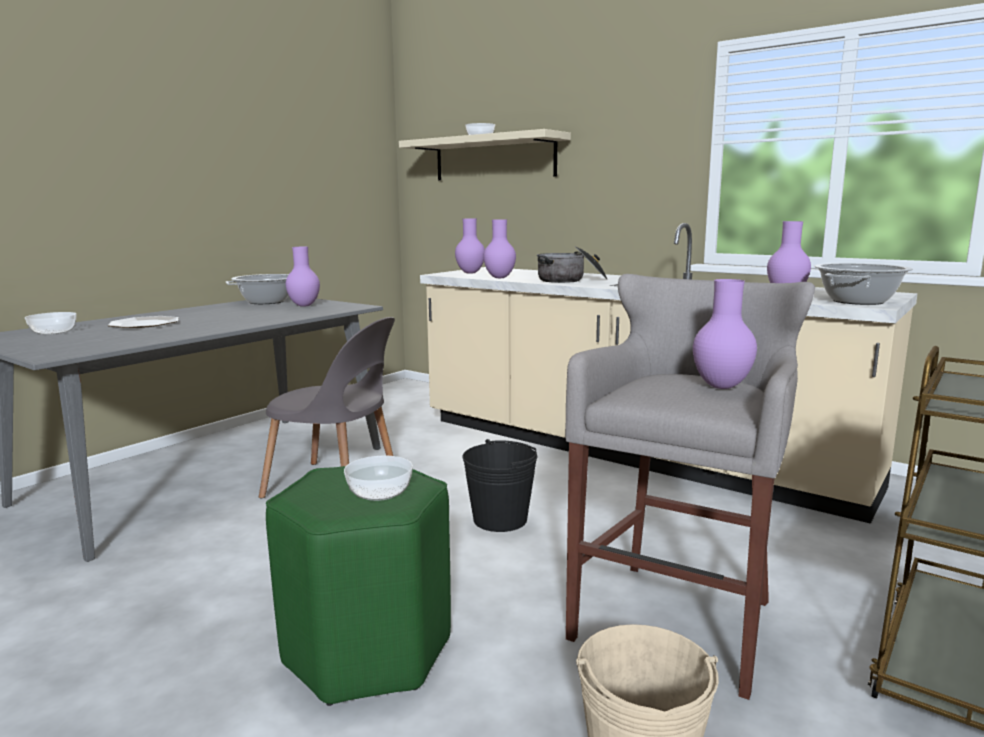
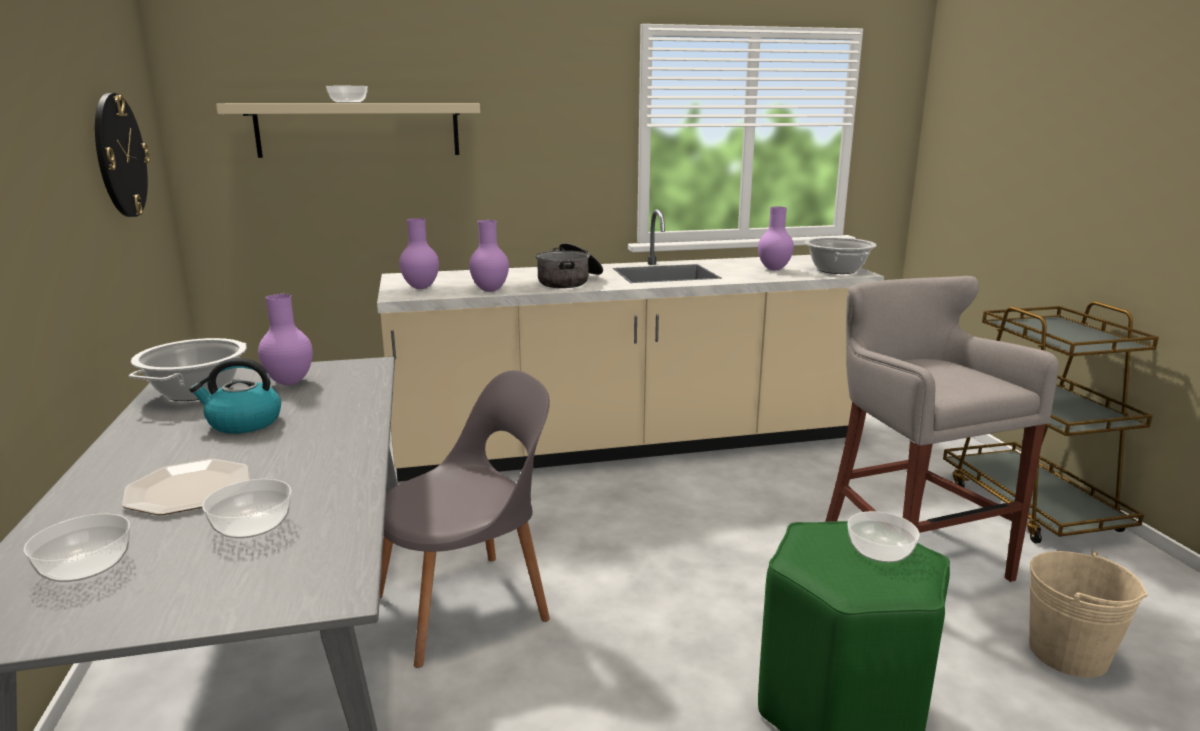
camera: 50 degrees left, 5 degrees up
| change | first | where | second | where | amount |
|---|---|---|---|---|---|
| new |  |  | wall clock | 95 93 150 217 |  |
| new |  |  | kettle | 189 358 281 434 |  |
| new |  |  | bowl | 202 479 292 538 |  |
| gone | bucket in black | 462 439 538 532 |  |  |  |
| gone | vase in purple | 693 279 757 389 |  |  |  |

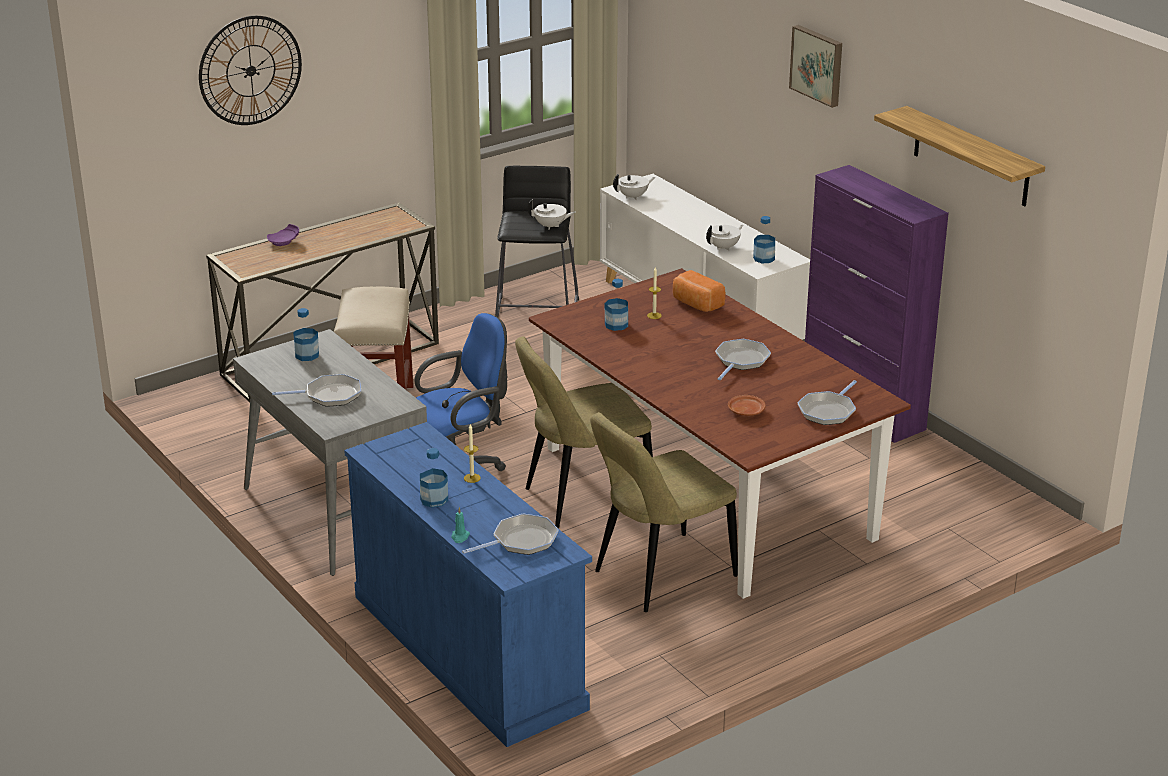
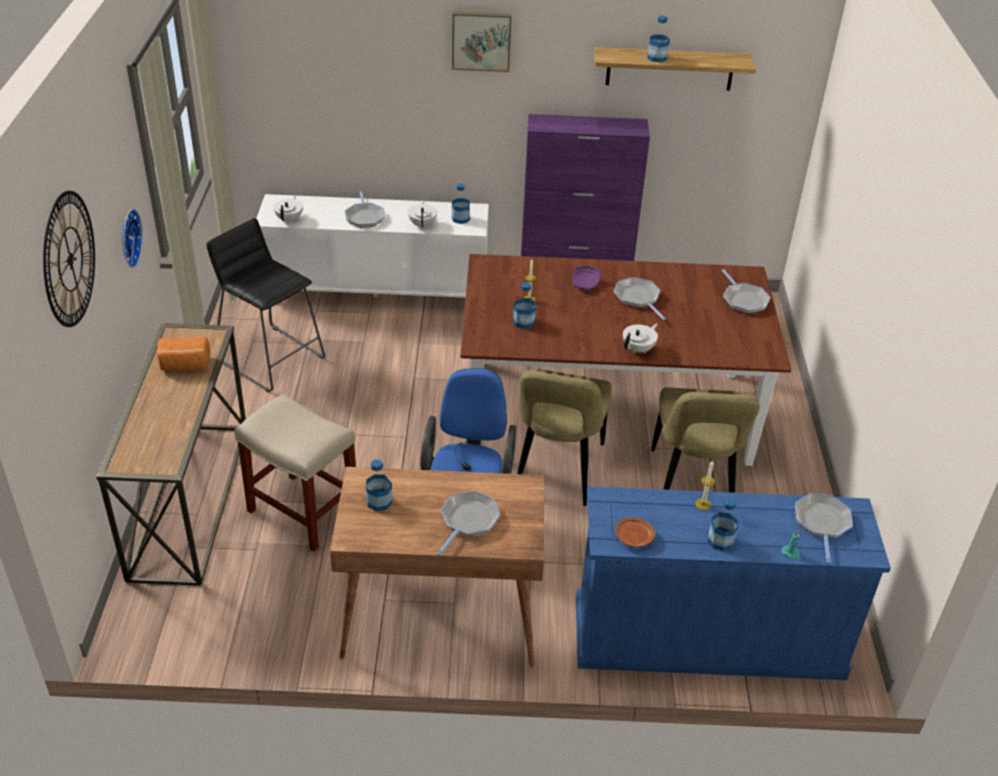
camera: 55 degrees left, 10 degrees up
| change | first | where | second | where | amount |
|---|---|---|---|---|---|
| new |  |  | wall clock | 122 209 143 268 |  |
| shifted | bread | 673 270 725 312 |  | 157 337 210 371 |  |
| repainted | desk in grey | 233 329 427 576 | desk in brown | 330 467 544 668 |  |
| new |  |  | frying pan | 345 191 385 228 |  |
| shifted | plate in purple | 267 224 299 246 |  | 573 266 601 291 |  |
| shifted | plate in brown | 728 395 766 416 |  | 615 517 655 547 |  |
| shifted | teapot in white | 527 199 575 230 |  | 623 323 658 354 |  |
| new |  |  | bottle | 647 16 670 63 |  |

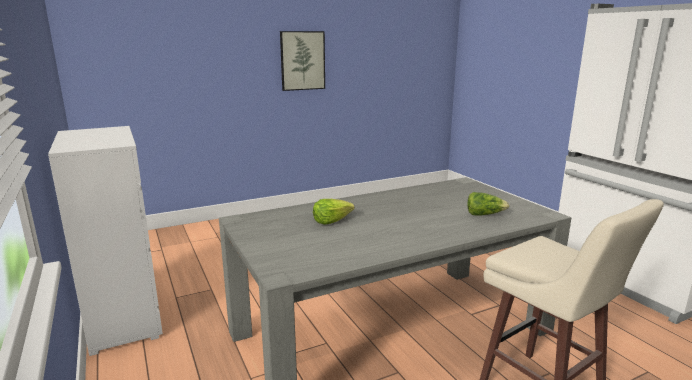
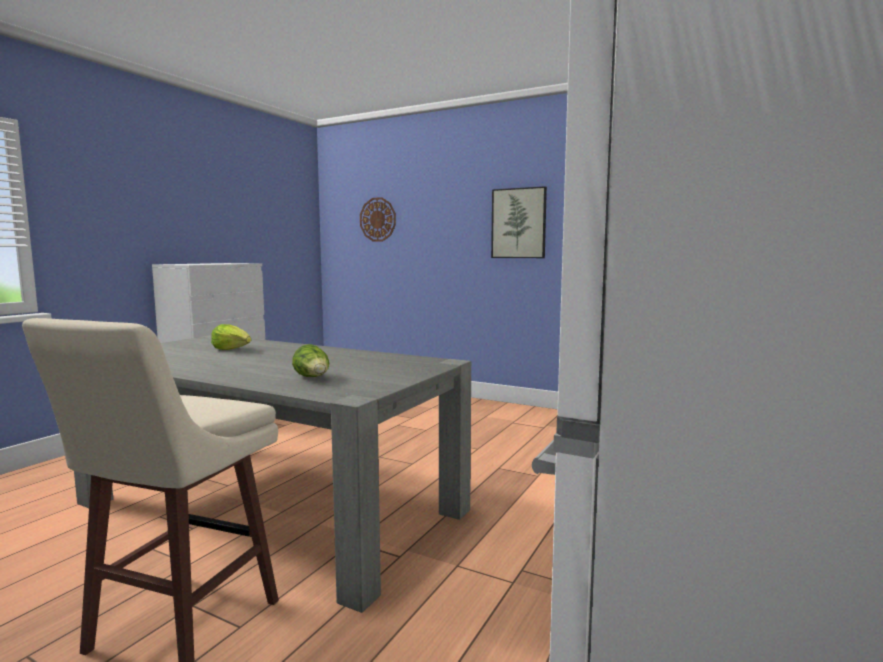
camera: 55 degrees right, 10 degrees down
| change | first | where | second | where | amount |
|---|---|---|---|---|---|
| new |  |  | wall clock | 360 197 396 242 |  |

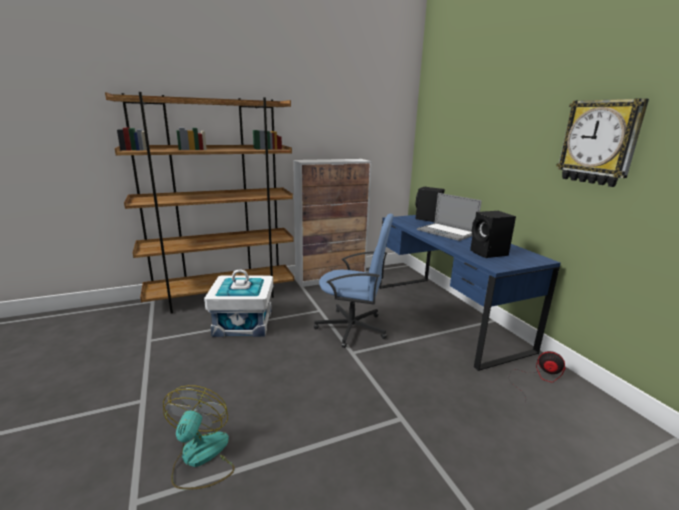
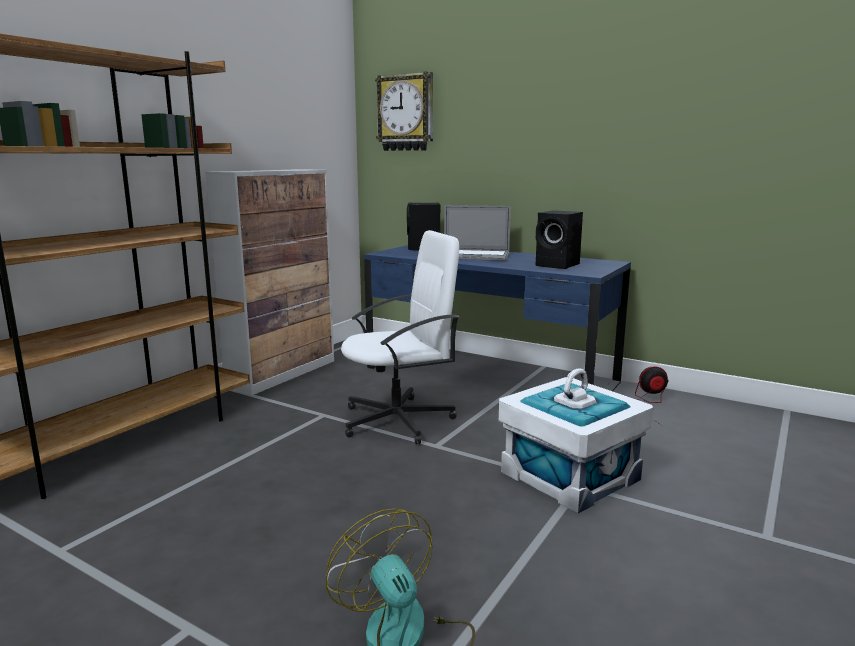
camera: 35 degrees left, 5 degrees down
| change | first | where | second | where | amount |
|---|---|---|---|---|---|
| repainted | office chair in blue | 314 214 394 348 | office chair in white | 341 230 459 444 |  |
| shifted | wall clock | 556 98 649 187 |  | 375 72 433 151 |  |
| shifted | storage box in white | 204 269 273 337 |  | 499 368 653 513 |  |

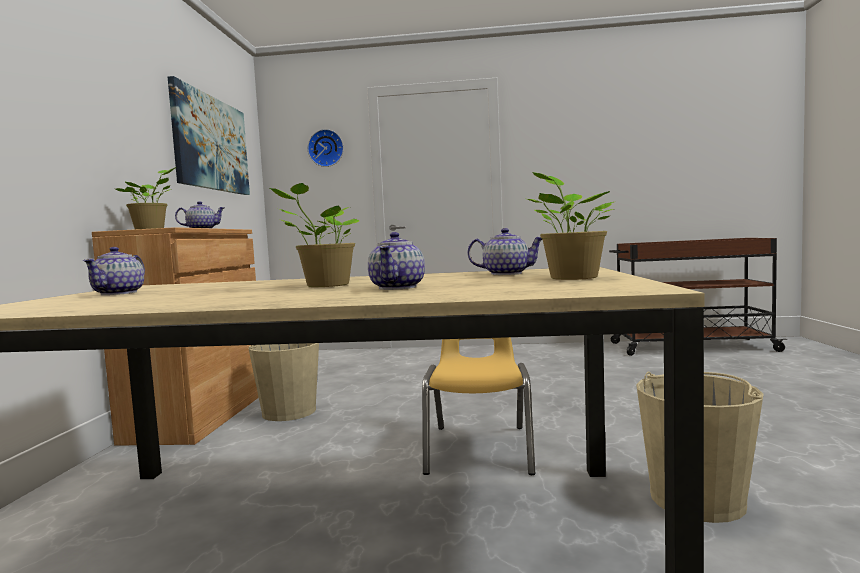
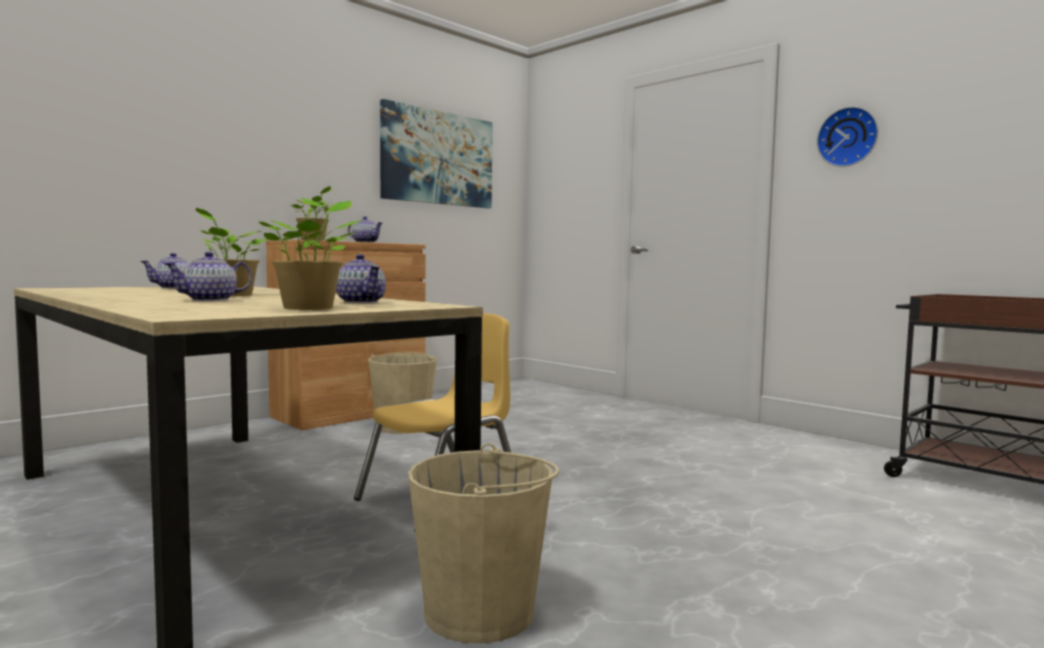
camera: 40 degrees right, 0 degrees up
| change | first | where | second | where | amount |
|---|---|---|---|---|---|
| shifted | wall clock | 308 129 344 167 |  | 817 106 878 167 |  |

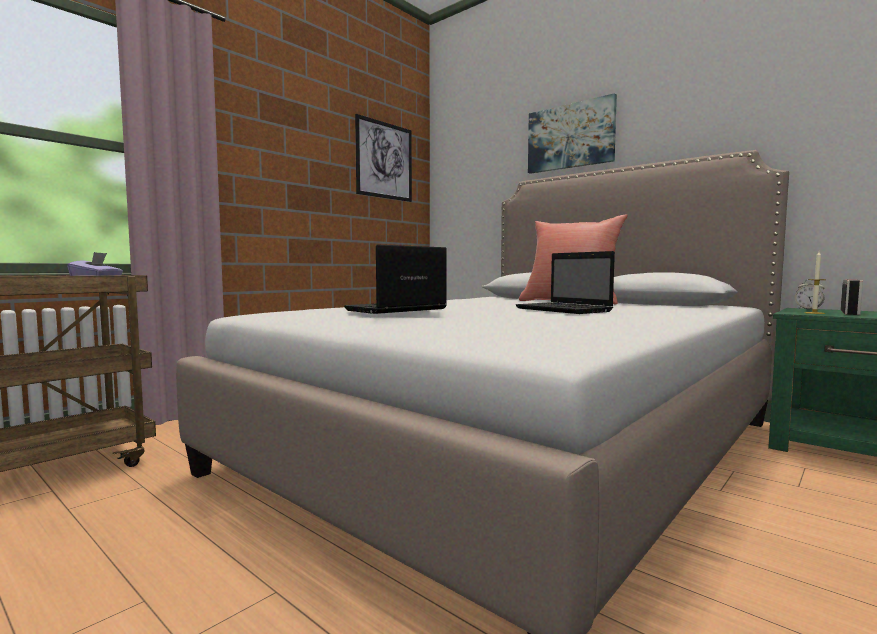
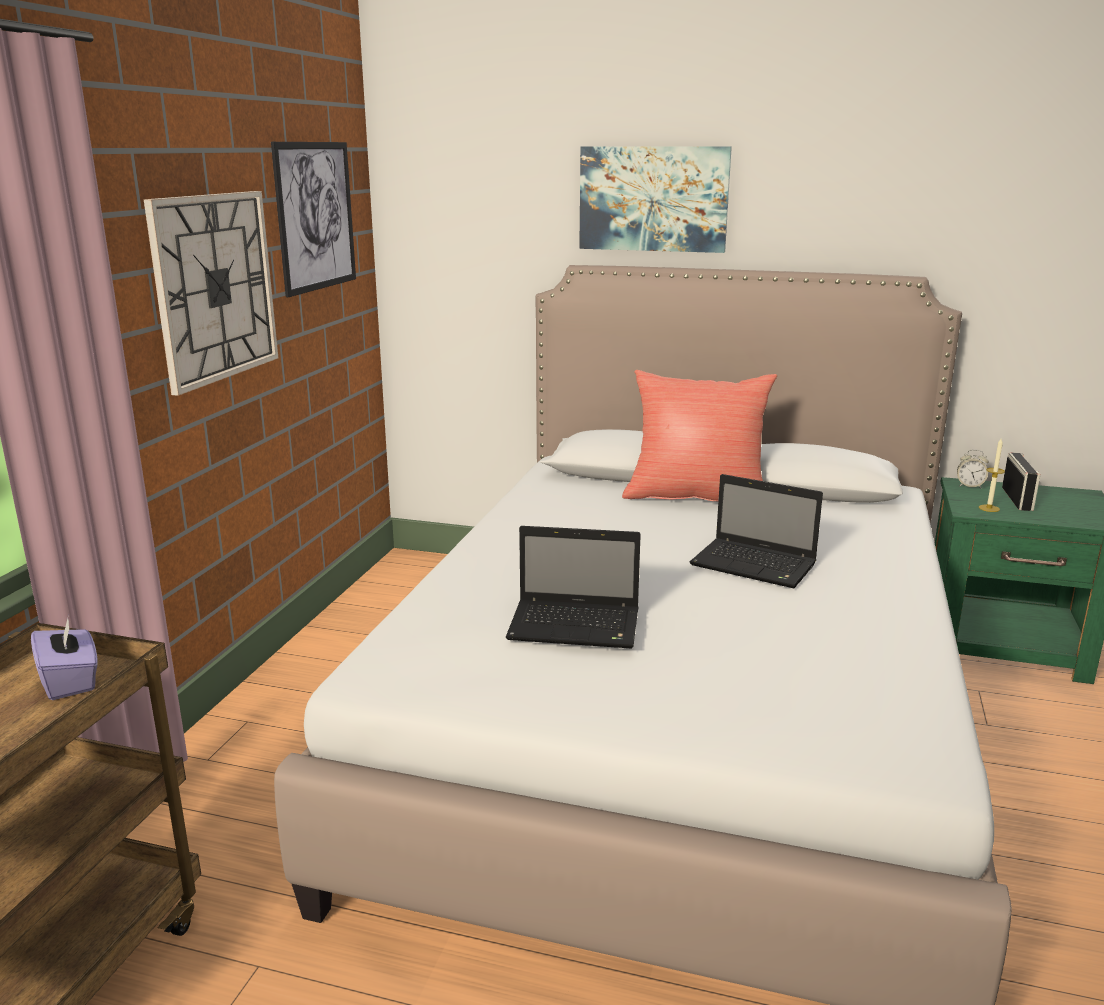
camera: 25 degrees left, 15 degrees up
| change | first | where | second | where | amount |
|---|---|---|---|---|---|
| new |  |  | wall clock | 144 191 278 396 |  |
| rotated | laptop | 344 245 447 314 |  | 506 526 641 649 | 105 degrees counterclockwise |

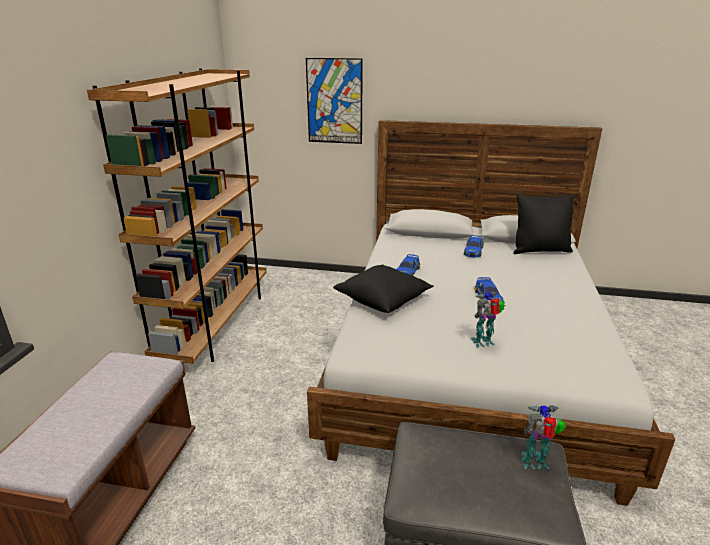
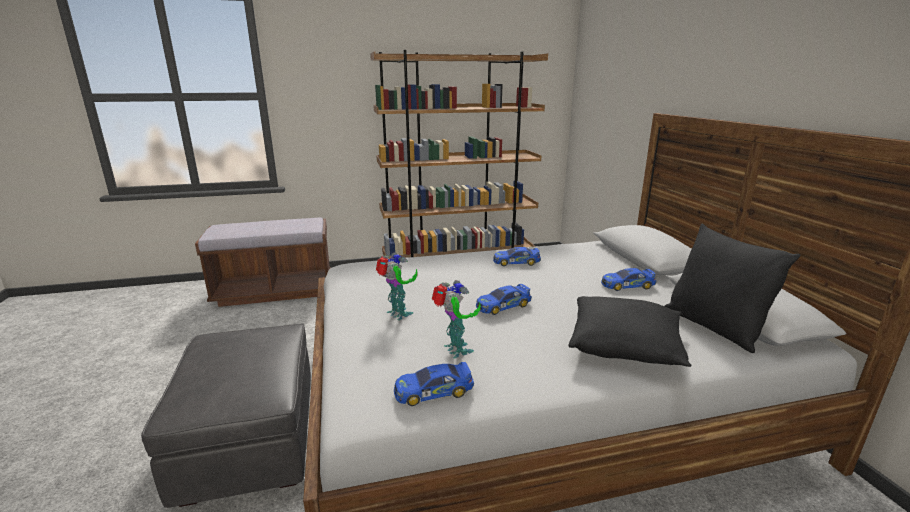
camera: 65 degrees right, 5 degrees down
| change | first | where | second | where | amount |
|---|---|---|---|---|---|
| new |  |  | toy car | 394 362 474 406 |  |
| shifted | toy robot | 521 405 566 469 |  | 432 280 481 358 |  |
| shifted | pillow in black | 333 265 434 313 |  | 569 296 692 367 |  |
| gone | picture | 306 58 363 144 |  |  |  |

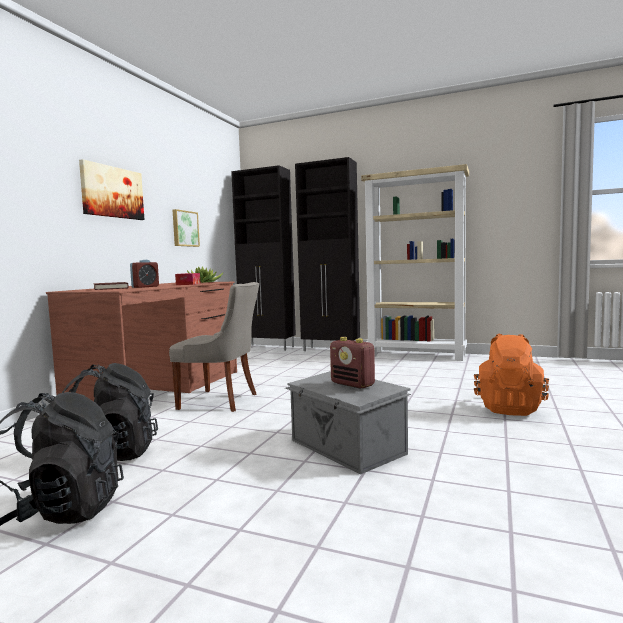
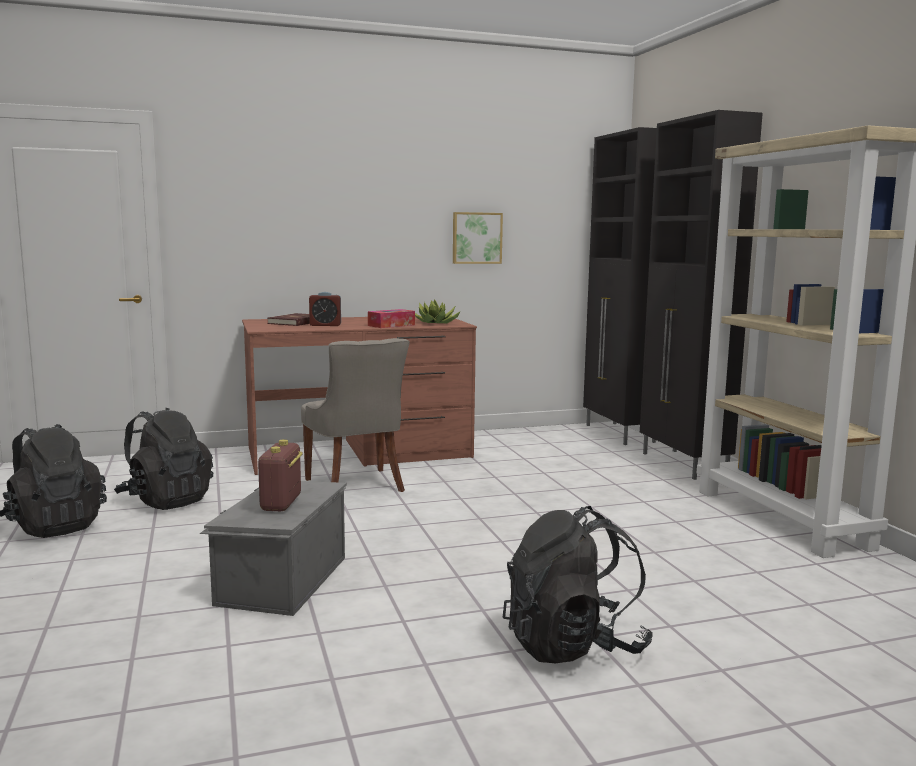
camera: 50 degrees right, 5 degrees up
| change | first | where | second | where | amount |
|---|---|---|---|---|---|
| repainted | backpack in orange | 474 333 549 416 | backpack in black | 503 506 653 663 |  |
| gone | picture | 79 159 144 220 |  |  |  |

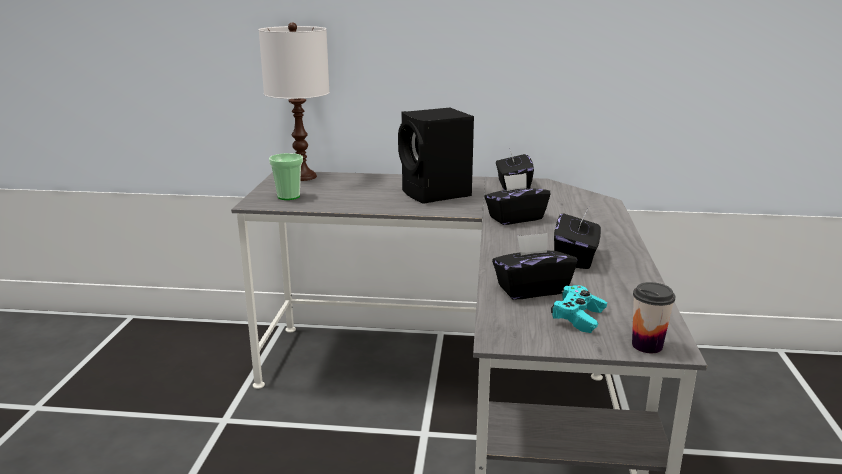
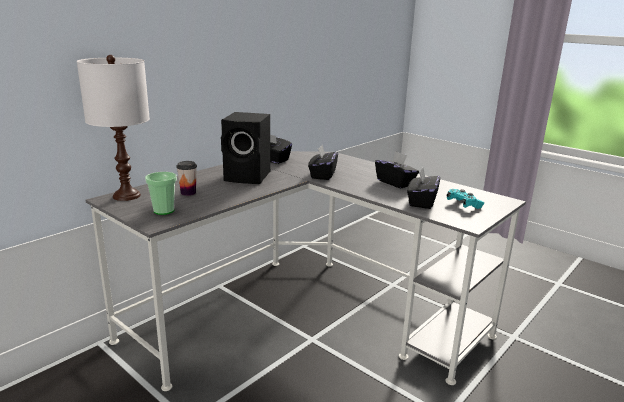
camera: 55 degrees left, 0 degrees up
| change | first | where | second | where | amount |
|---|---|---|---|---|---|
| shifted | cup | 632 282 675 353 |  | 176 161 197 196 |  |

